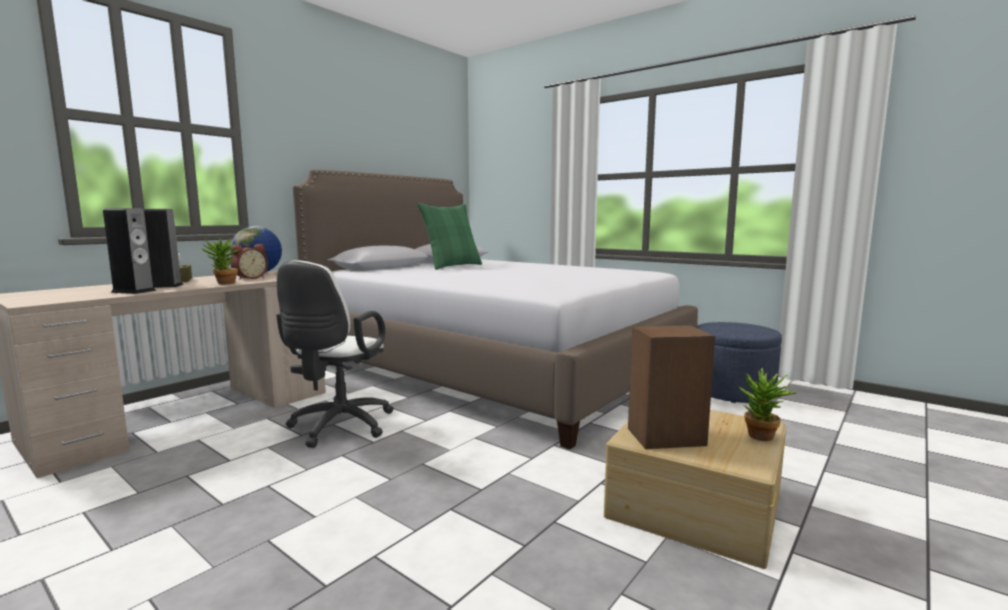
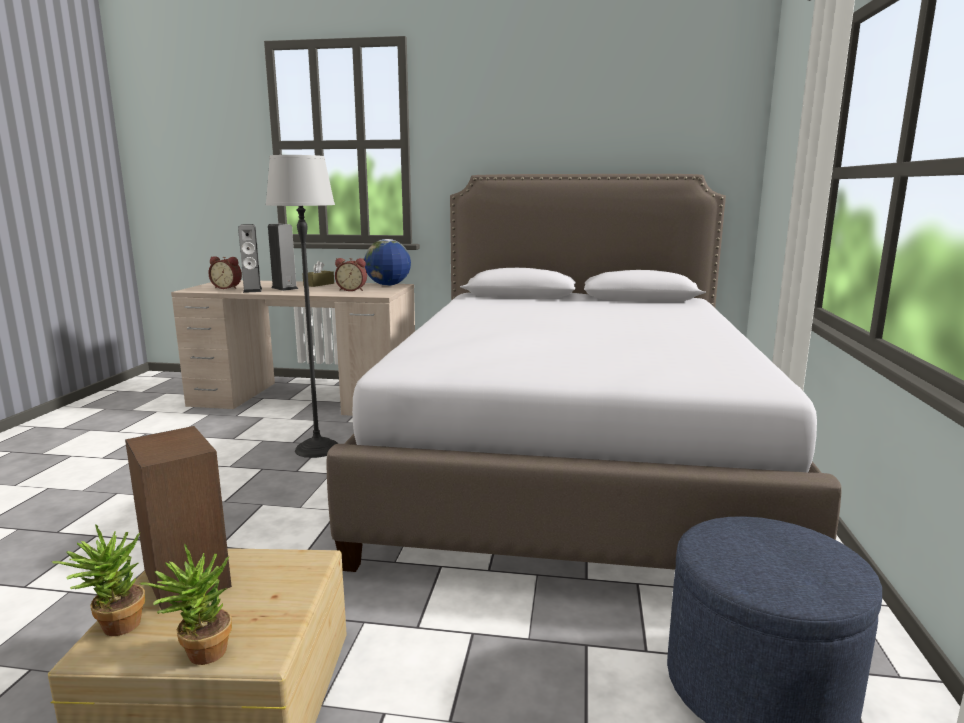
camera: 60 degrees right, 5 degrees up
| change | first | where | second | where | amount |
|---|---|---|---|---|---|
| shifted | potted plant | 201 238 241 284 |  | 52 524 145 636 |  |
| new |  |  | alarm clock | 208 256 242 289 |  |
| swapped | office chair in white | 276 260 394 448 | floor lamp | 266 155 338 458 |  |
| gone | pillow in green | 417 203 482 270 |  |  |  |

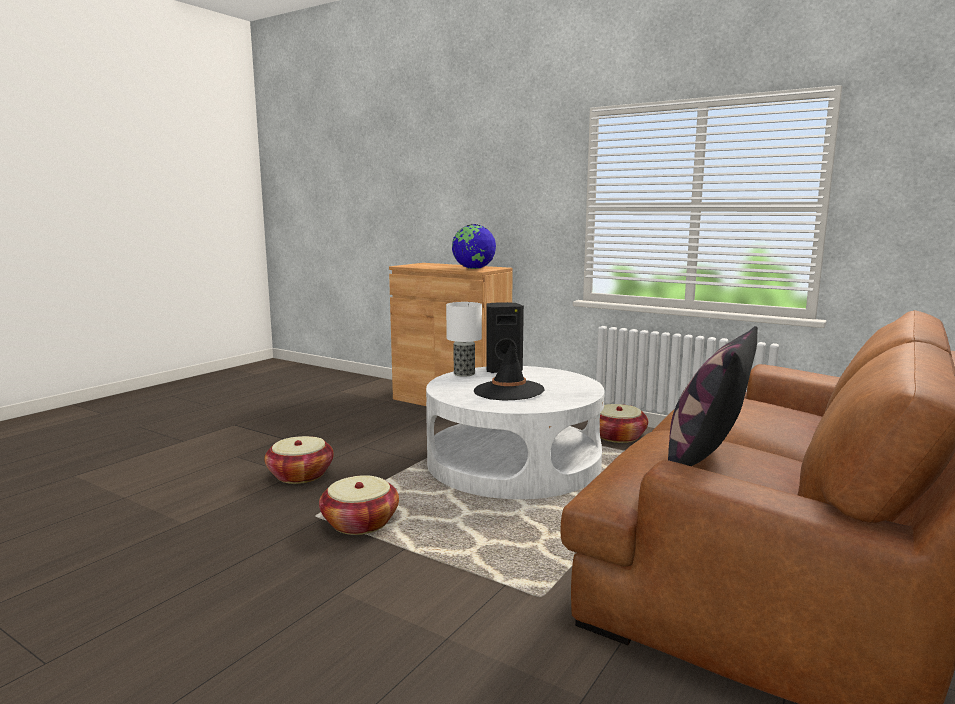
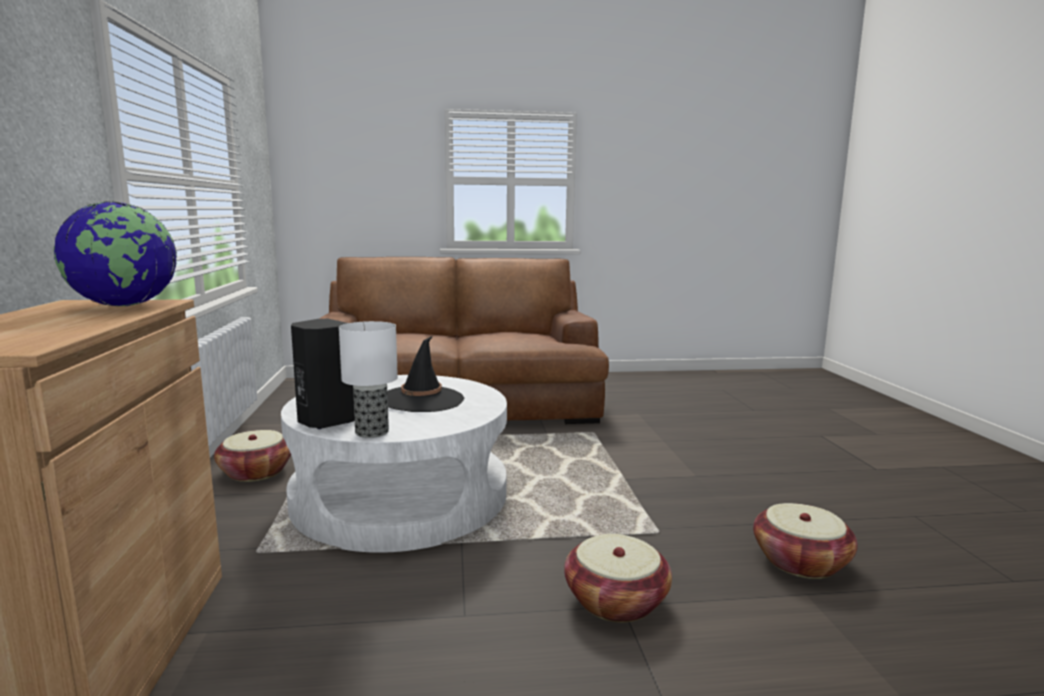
camera: 130 degrees left, 0 degrees up
| change | first | where | second | where | amount |
|---|---|---|---|---|---|
| shifted | basket | 319 475 399 535 |  | 753 503 858 579 |  |
| gone | pillow | 668 326 758 466 |  |  |  |

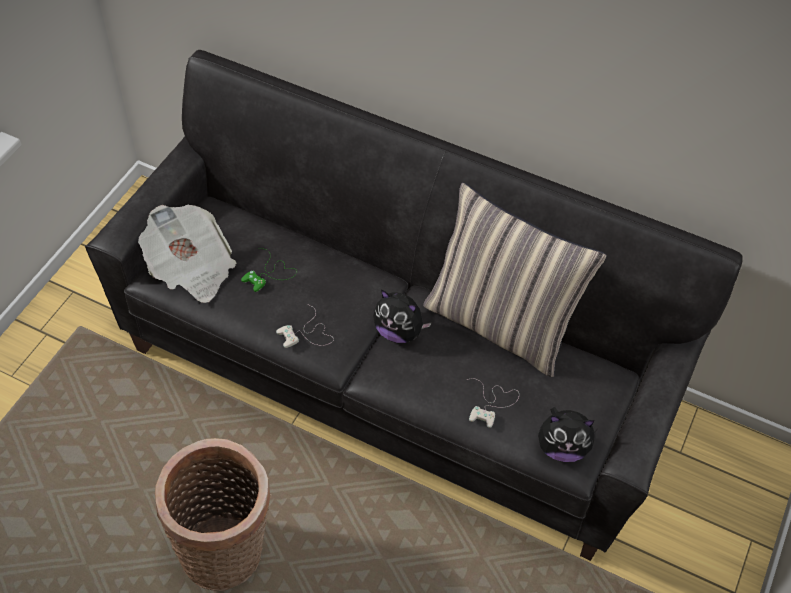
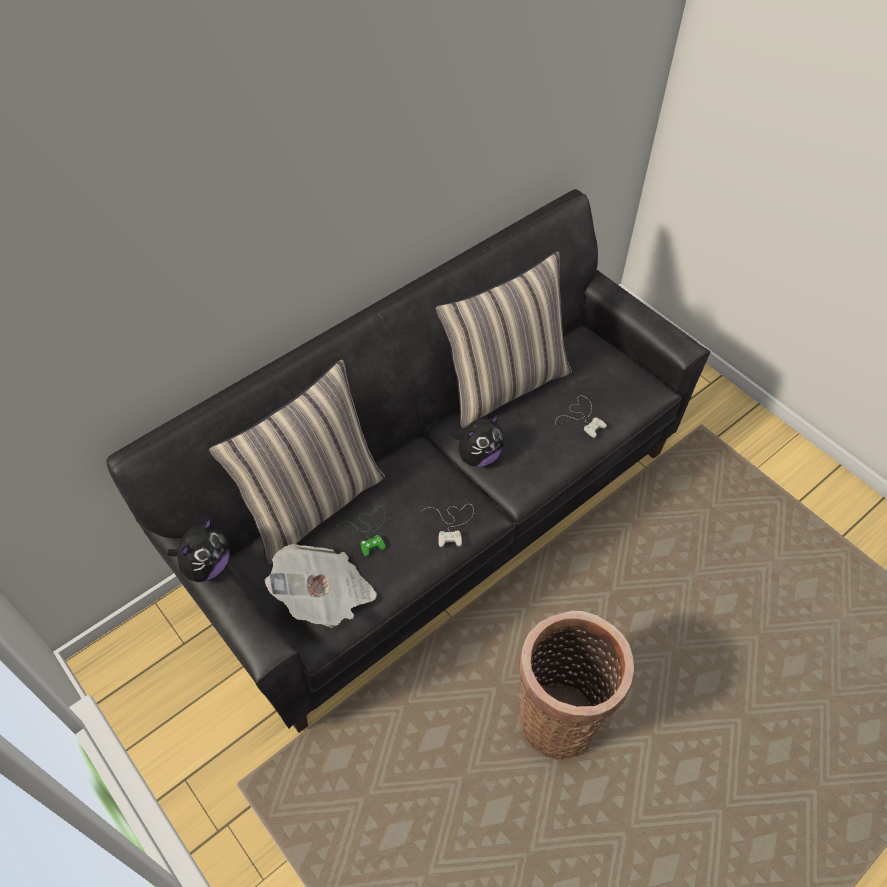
camera: 65 degrees left, 0 degrees up
| change | first | where | second | where | amount |
|---|---|---|---|---|---|
| shifted | plush toy | 538 407 596 462 |  | 167 517 230 582 |  |
| new |  |  | pillow | 209 359 385 564 |  |

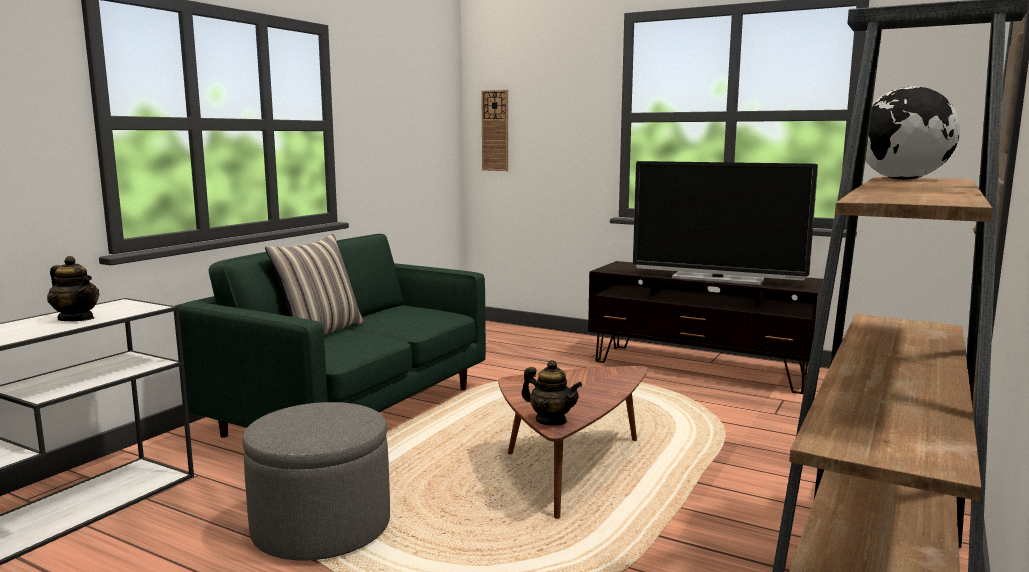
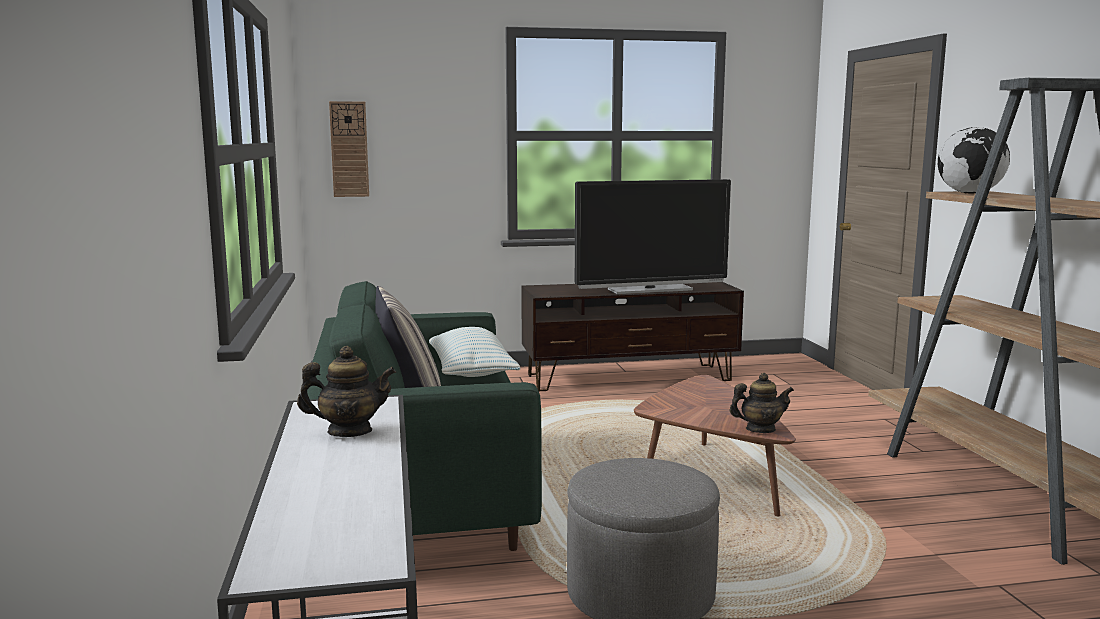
camera: 40 degrees left, 0 degrees up
| change | first | where | second | where | amount |
|---|---|---|---|---|---|
| new |  |  | pillow | 429 327 521 377 |  |

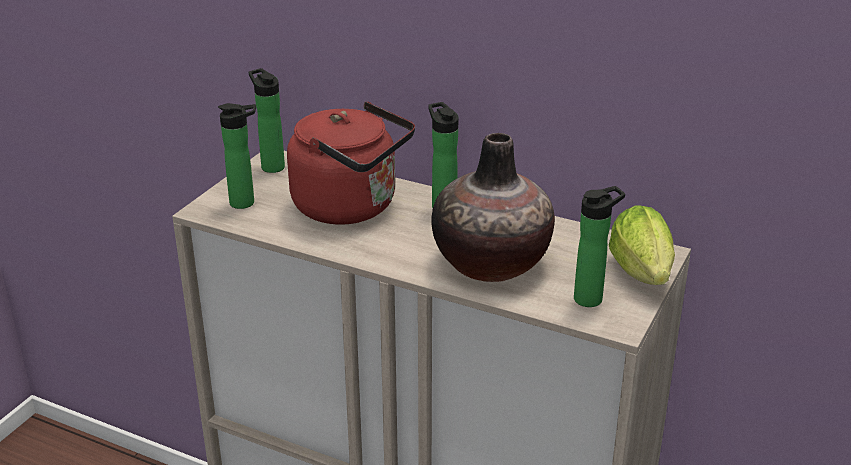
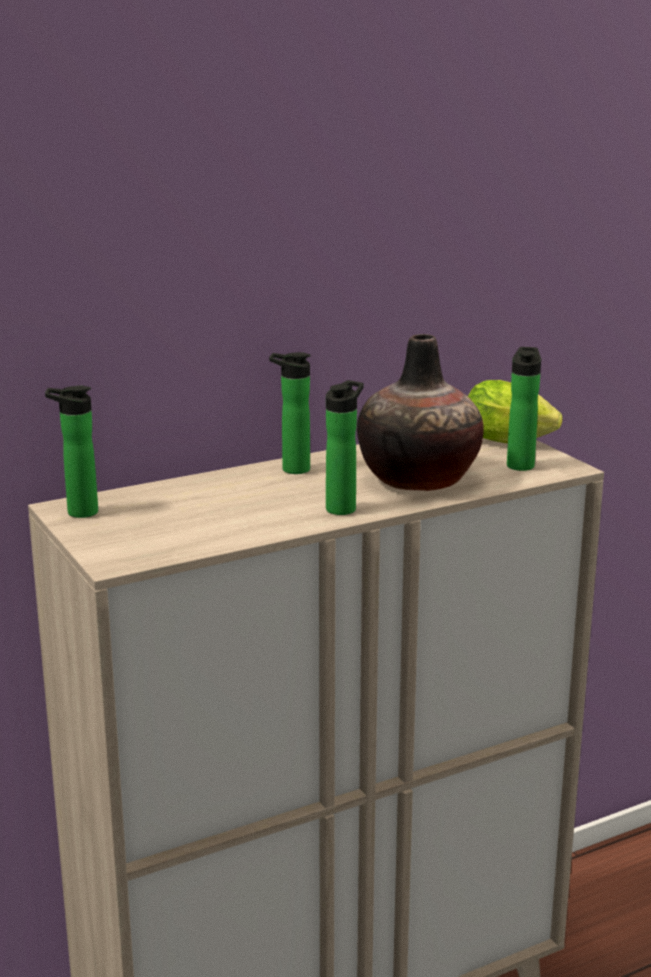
camera: 55 degrees left, 10 degrees down
| change | first | where | second | where | amount |
|---|---|---|---|---|---|
| shifted | bottle | 218 103 256 209 |  | 326 380 364 515 |  |
| gone | kettle in red | 287 102 415 225 |  |  |  |

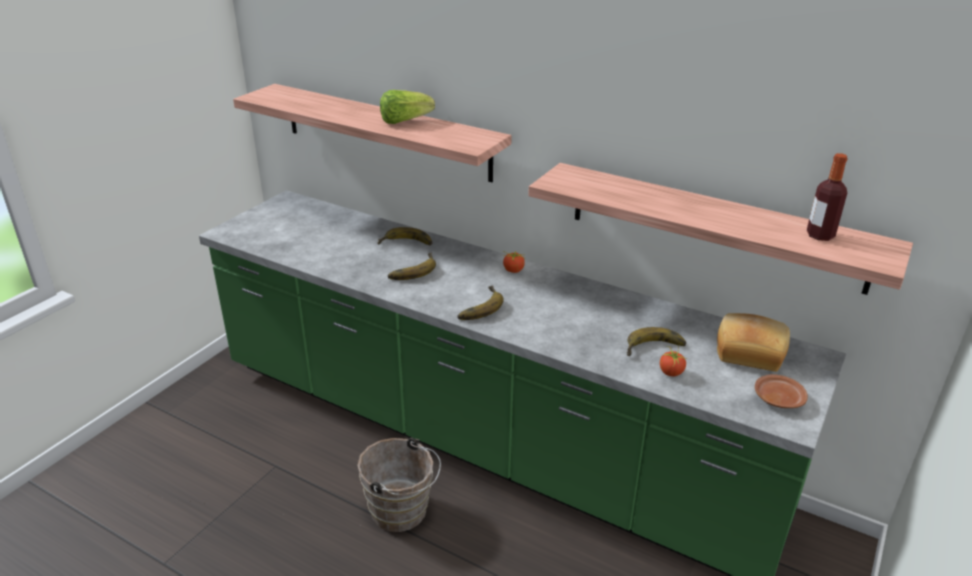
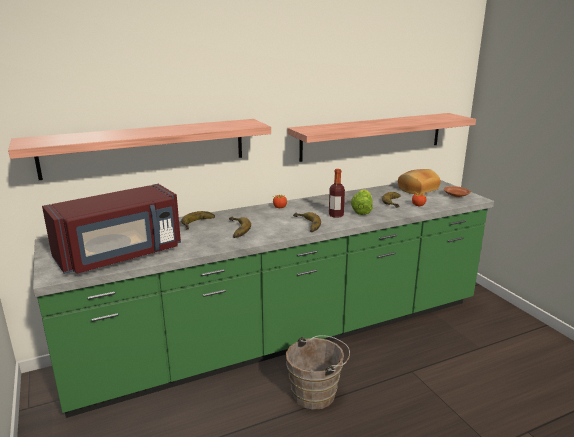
camera: 55 degrees left, 10 degrees down
| change | first | where | second | where | amount |
|---|---|---|---|---|---|
| new |  |  | microwave in red | 42 184 181 274 |  |
| shifted | bottle | 807 153 848 241 |  | 329 169 345 218 |  |
| shifted | lettuce | 380 90 435 124 |  | 351 189 373 215 |  |

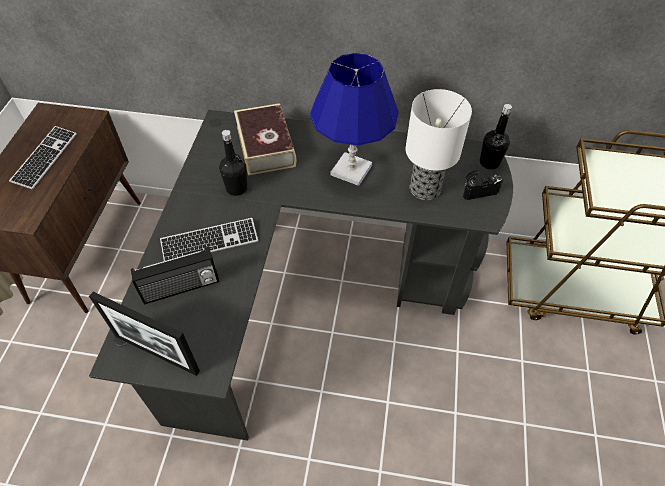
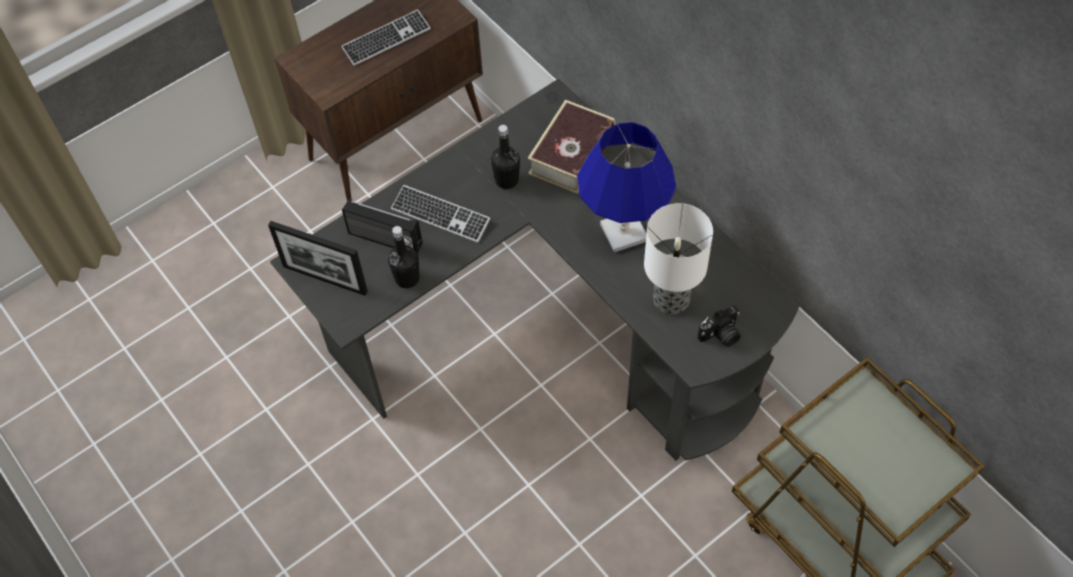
camera: 45 degrees right, 5 degrees up
| change | first | where | second | where | amount |
|---|---|---|---|---|---|
| rotated | picture frame | 89 292 200 376 |  | 268 221 368 296 | 45 degrees counterclockwise |
| shifted | bottle in black | 480 104 512 170 |  | 388 226 419 288 |  |
| rotated | photo camera | 463 170 503 200 |  | 697 306 741 347 | 120 degrees clockwise |

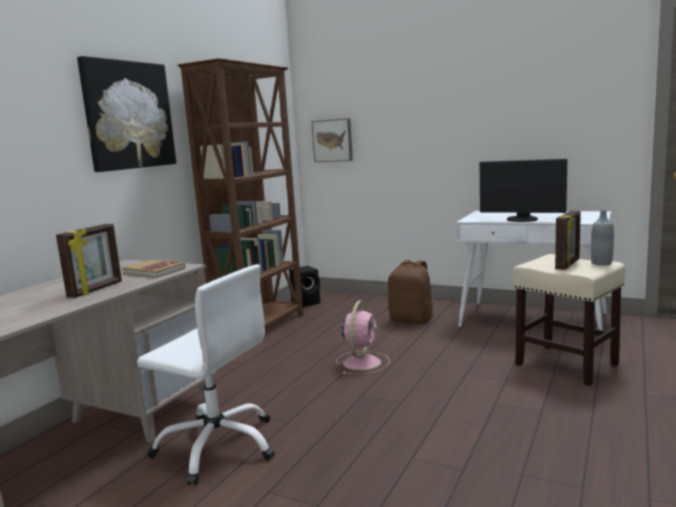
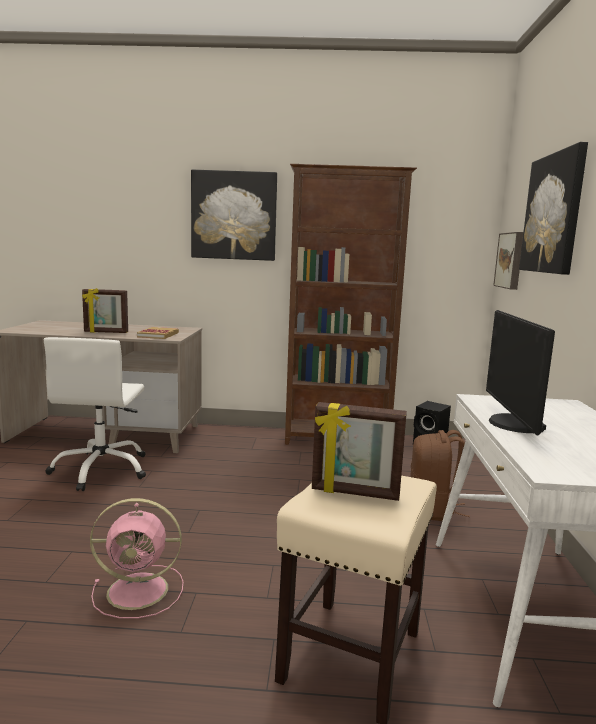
camera: 65 degrees right, 0 degrees up
| change | first | where | second | where | amount |
|---|---|---|---|---|---|
| shifted | fan in pink | 336 300 390 374 |  | 90 498 183 619 |  |
| new |  |  | picture | 519 142 588 275 |  |
| gone | bottle in grey | 591 210 614 266 |  |  |  |

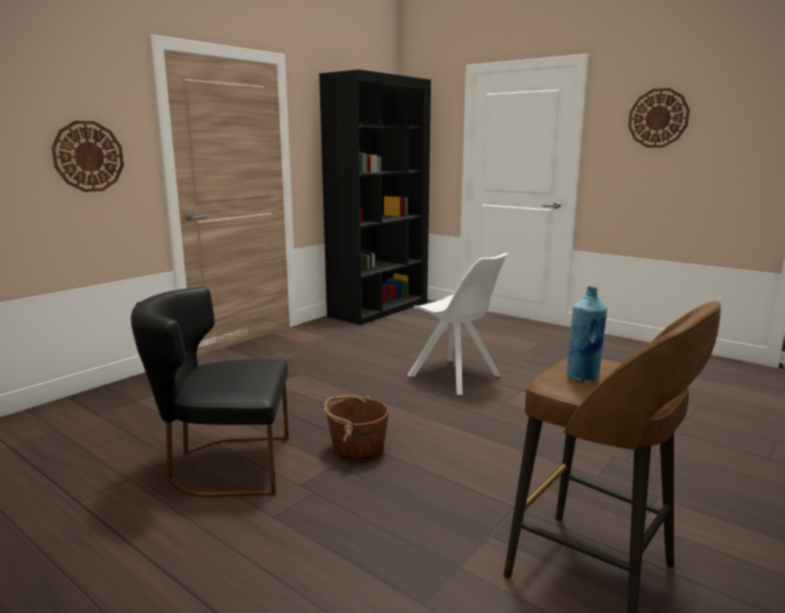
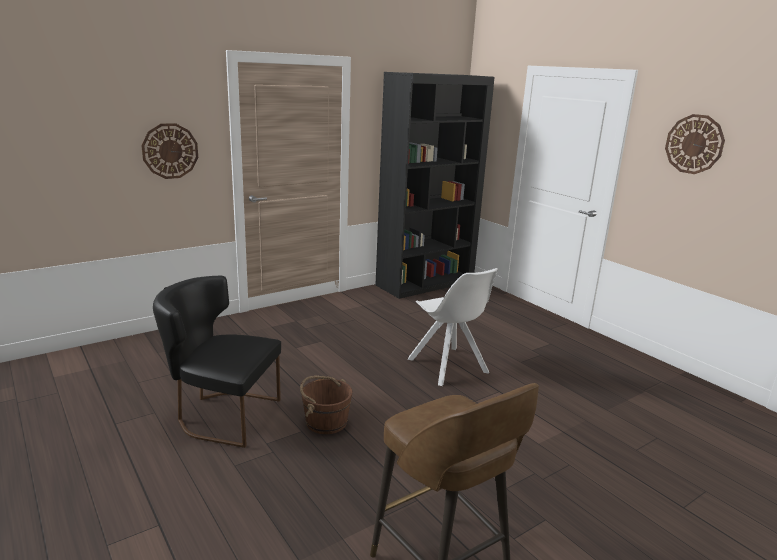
camera: 15 degrees right, 5 degrees up
| change | first | where | second | where | amount |
|---|---|---|---|---|---|
| gone | bottle in blue | 566 287 607 382 |  |  |  |

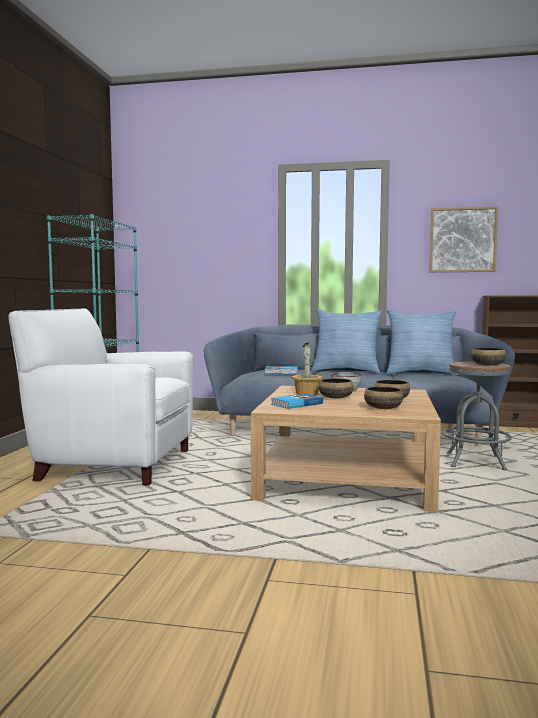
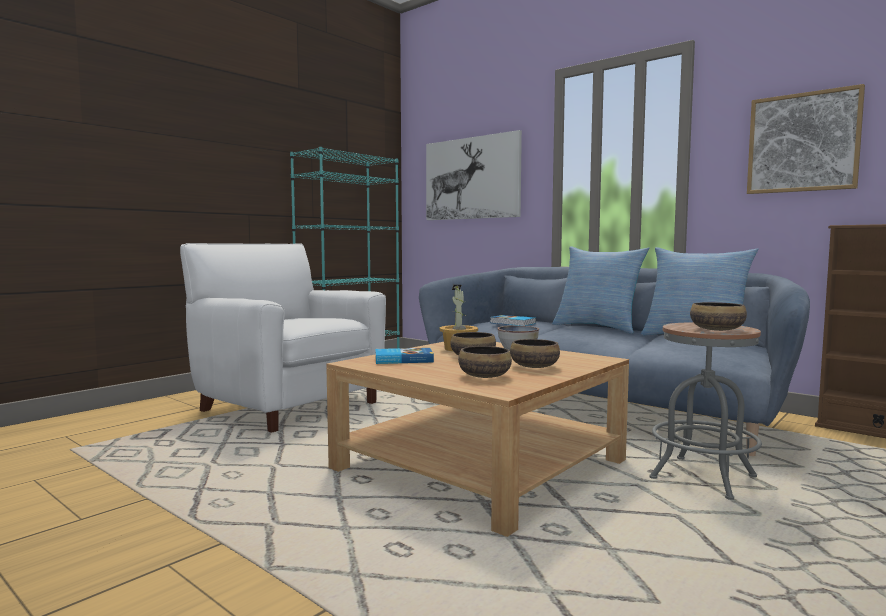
camera: 30 degrees right, 0 degrees up
| change | first | where | second | where | amount |
|---|---|---|---|---|---|
| new |  |  | picture | 426 130 522 220 |  |

